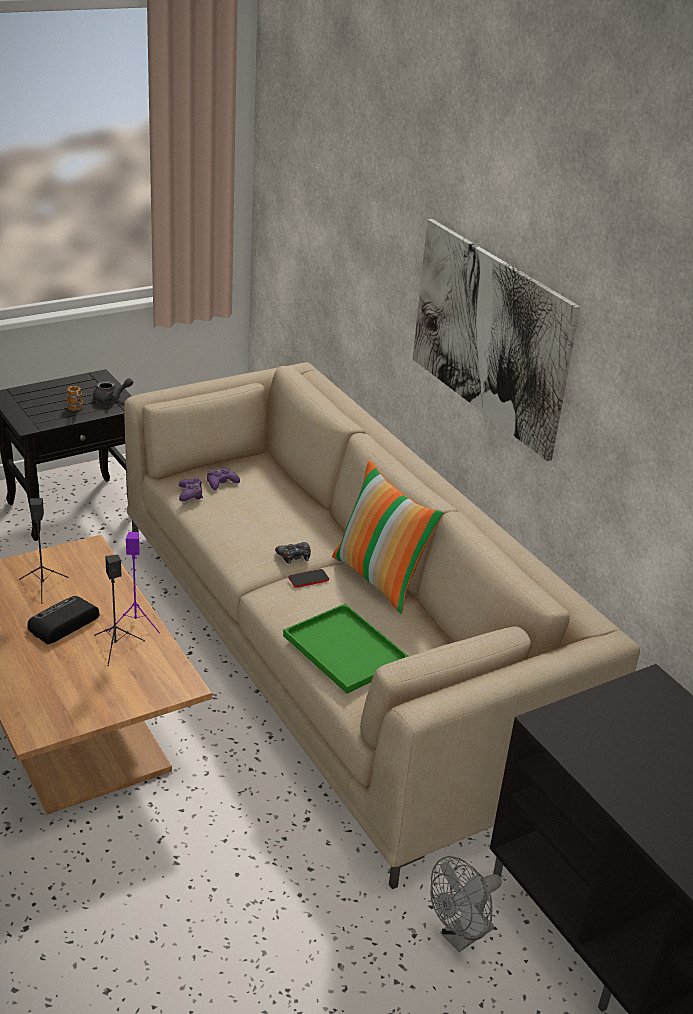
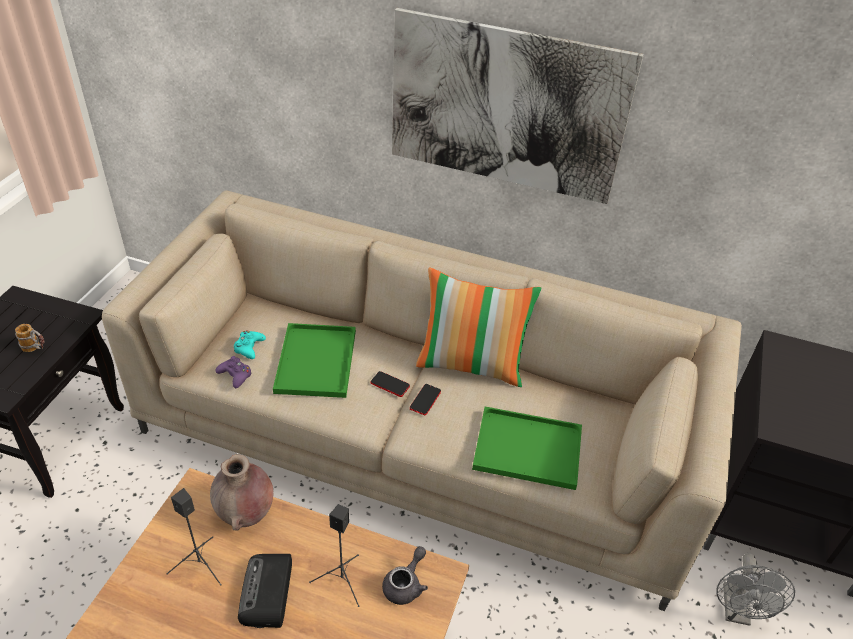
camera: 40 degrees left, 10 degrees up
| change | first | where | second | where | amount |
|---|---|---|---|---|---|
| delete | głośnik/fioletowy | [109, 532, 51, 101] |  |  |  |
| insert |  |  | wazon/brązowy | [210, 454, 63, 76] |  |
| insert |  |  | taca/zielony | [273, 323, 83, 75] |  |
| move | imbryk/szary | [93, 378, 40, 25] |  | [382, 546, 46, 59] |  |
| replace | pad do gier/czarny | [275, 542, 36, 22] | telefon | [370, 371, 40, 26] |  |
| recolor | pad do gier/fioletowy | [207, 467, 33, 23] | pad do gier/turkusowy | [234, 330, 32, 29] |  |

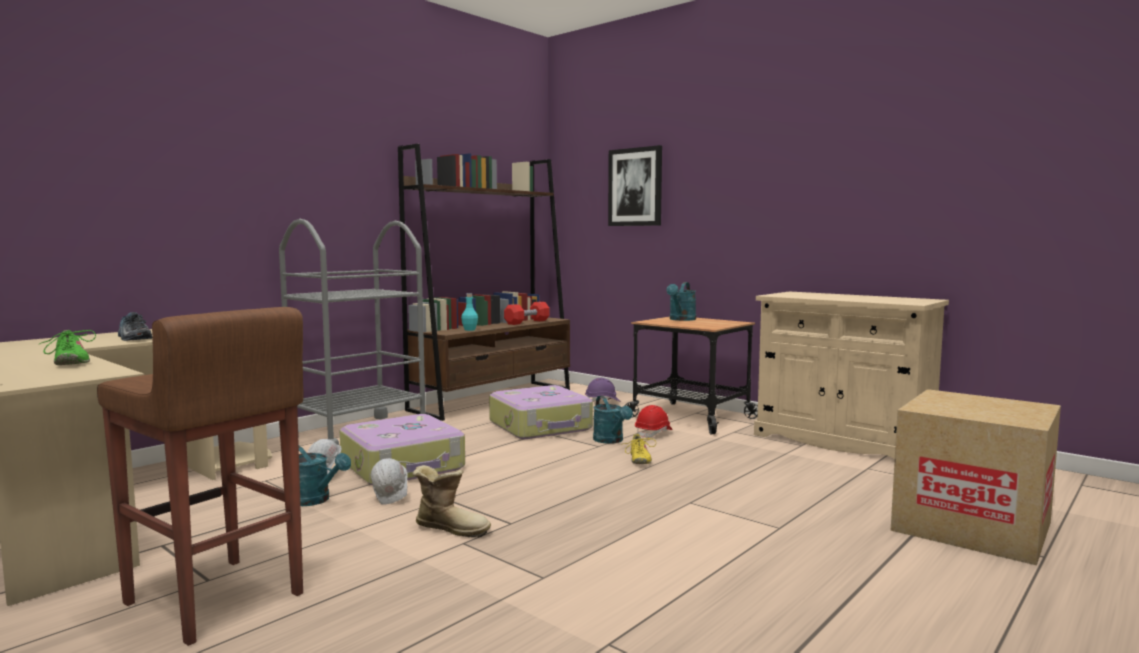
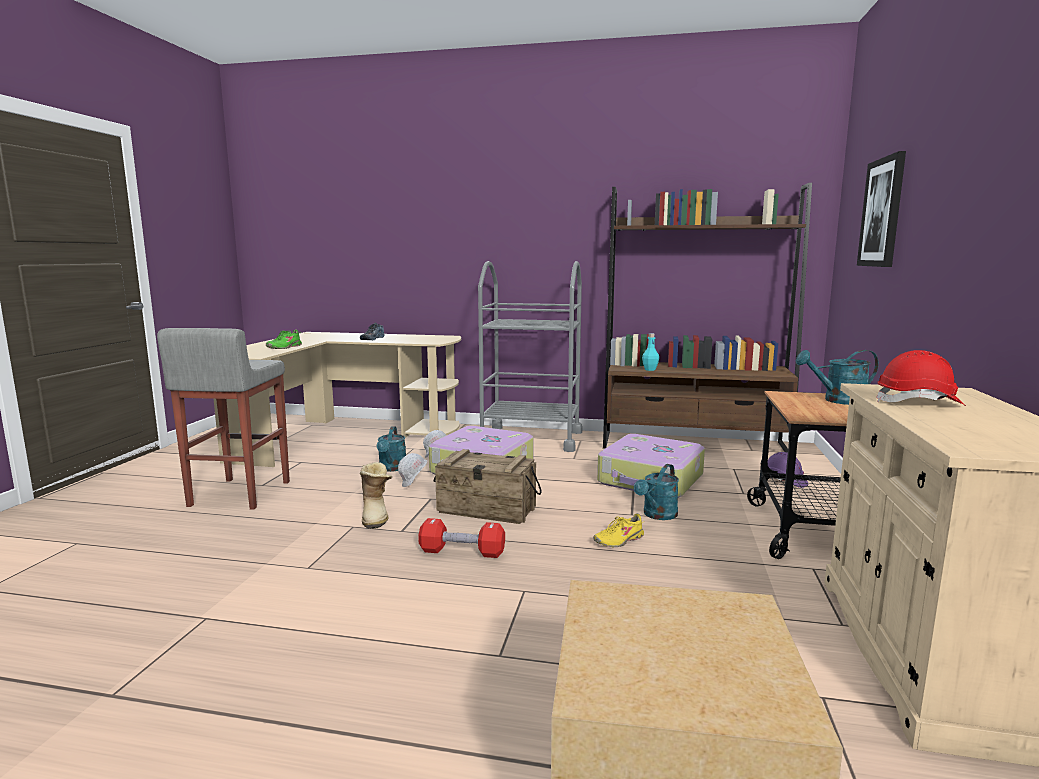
camera: 60 degrees right, 5 degrees up
| change | first | where | second | where | amount |
|---|---|---|---|---|---|
| insert |  |  | skrzynka | [434, 449, 108, 75] |  |
| move | hantel/czerwony | [504, 302, 46, 23] |  | [418, 518, 87, 40] |  |
| move | kask/czerwony | [635, 405, 37, 34] |  | [876, 350, 90, 56] |  |
| recolor | stołek/brązowy | [97, 307, 206, 339] | stołek/szary | [157, 328, 133, 182] |  |

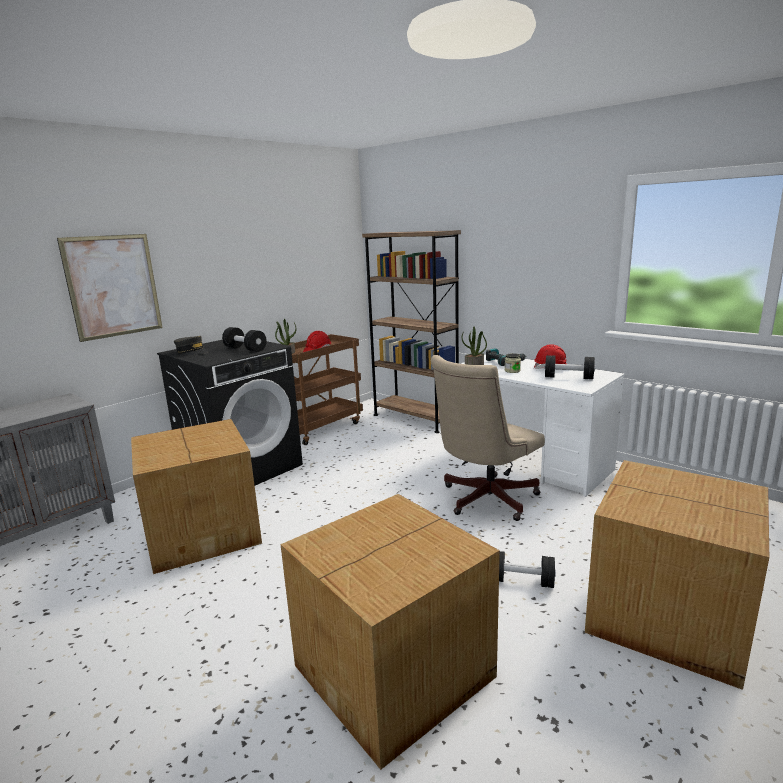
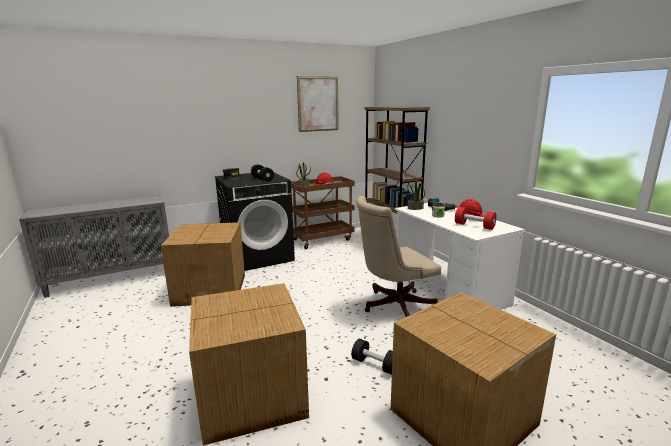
camera: 20 degrees right, 0 degrees up
| change | first | where | second | where | amount |
|---|---|---|---|---|---|
| move | obraz | [57, 234, 106, 108] |  | [297, 76, 42, 56] |  |
| recolor | hantel/czarny | [544, 355, 51, 24] | hantel/czerwony | [455, 207, 42, 23] |  |

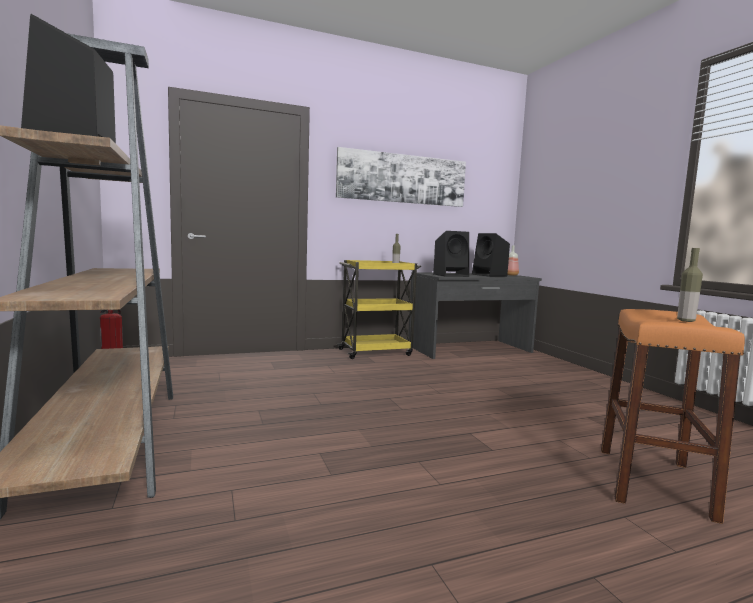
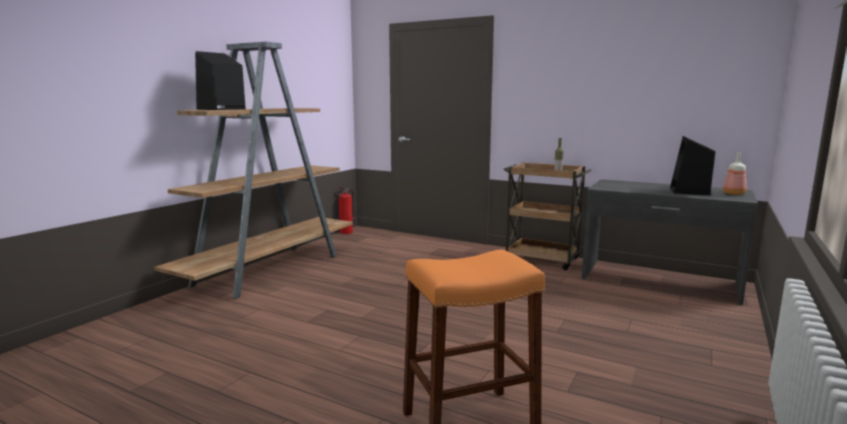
camera: 50 degrees right, 5 degrees up
| change | first | where | second | where | amount |
|---|---|---|---|---|---|
| delete | obraz | [336, 147, 130, 60] |  |  |  |
| delete | głośnik/czarny | [433, 231, 36, 46] |  |  |  |
| delete | butelka | [677, 248, 26, 74] |  |  |  |
| recolor | wózek/żółty | [336, 260, 85, 99] | wózek/brązowy | [504, 162, 87, 108] |  |

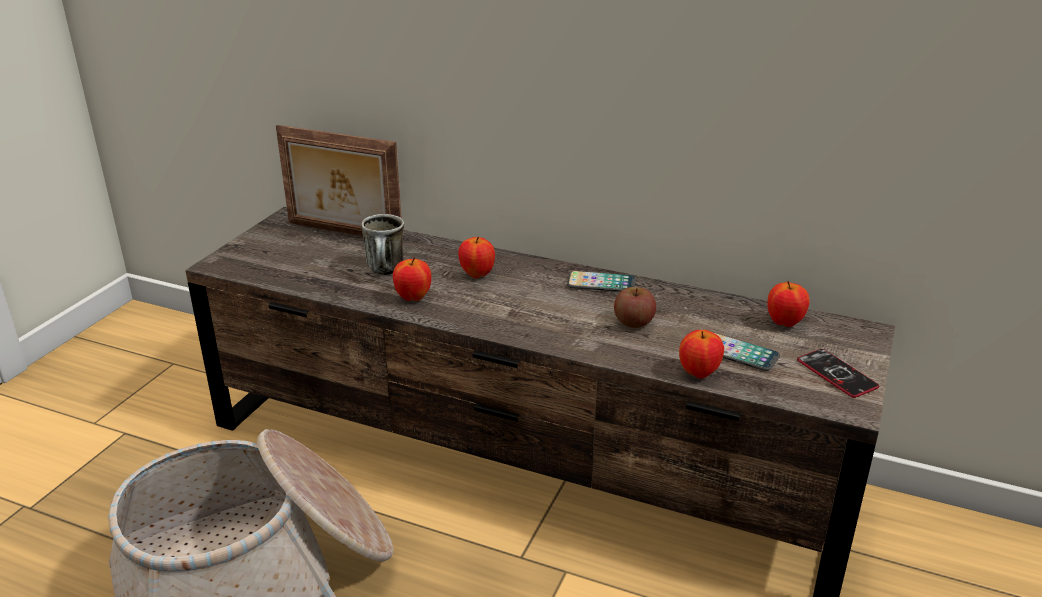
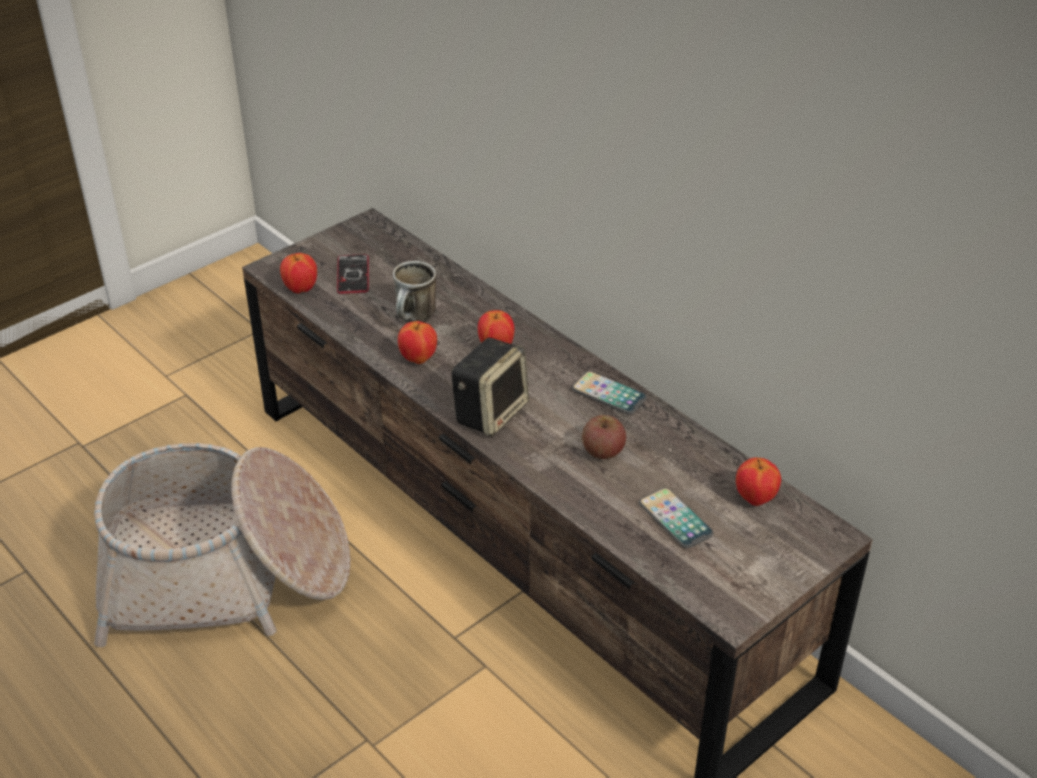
camera: 25 degrees right, 10 degrees up
| change | first | where | second | where | amount |
|---|---|---|---|---|---|
| delete | ramka na zdjęcie | [276, 125, 126, 111] |  |  |  |
| insert |  |  | głośnik | [451, 338, 78, 99] |  |
| move | jabłko | [679, 330, 45, 49] |  | [280, 253, 37, 40] |  |
| move | telefon | [797, 349, 82, 49] |  | [337, 254, 32, 40] |  |

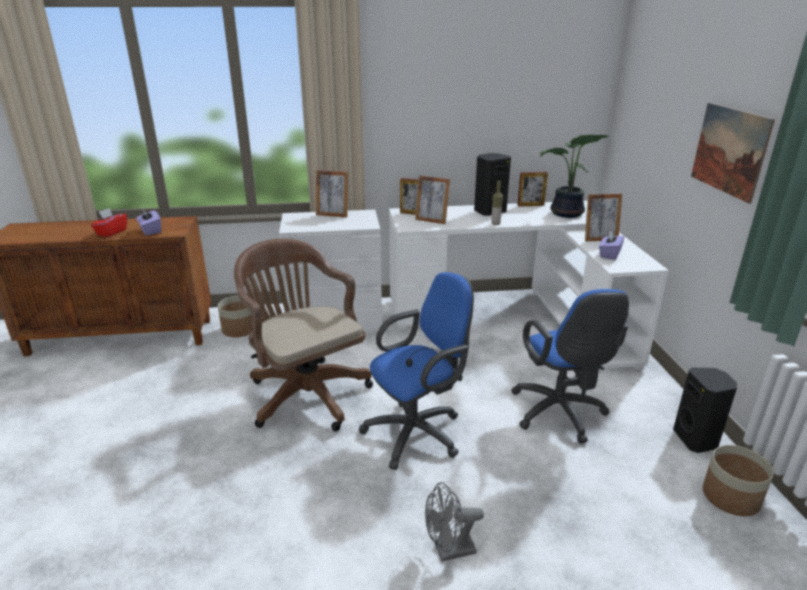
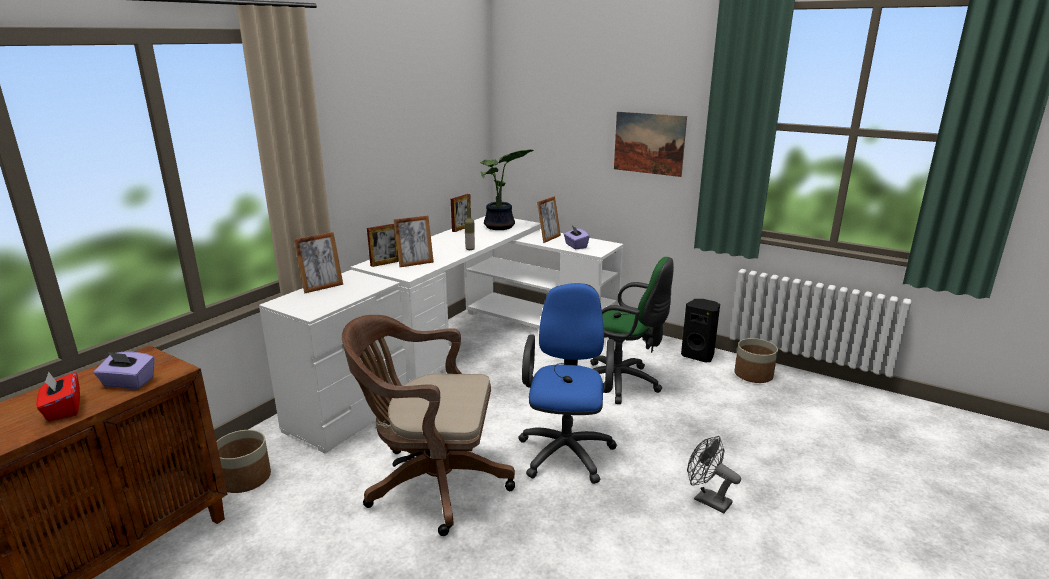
camera: 50 degrees left, 5 degrees down
| change | first | where | second | where | amount |
|---|---|---|---|---|---|
| delete | głośnik/czarny | [474, 153, 37, 63] |  |  |  |
| recolor | krzesło biurowe/niebieski | [511, 289, 118, 155] | krzesło biurowe/zielony | [590, 257, 84, 147] |  |
| rotate | wentylator/szary | [425, 482, 59, 80] |  | [687, 436, 54, 77] | 105 degrees clockwise |

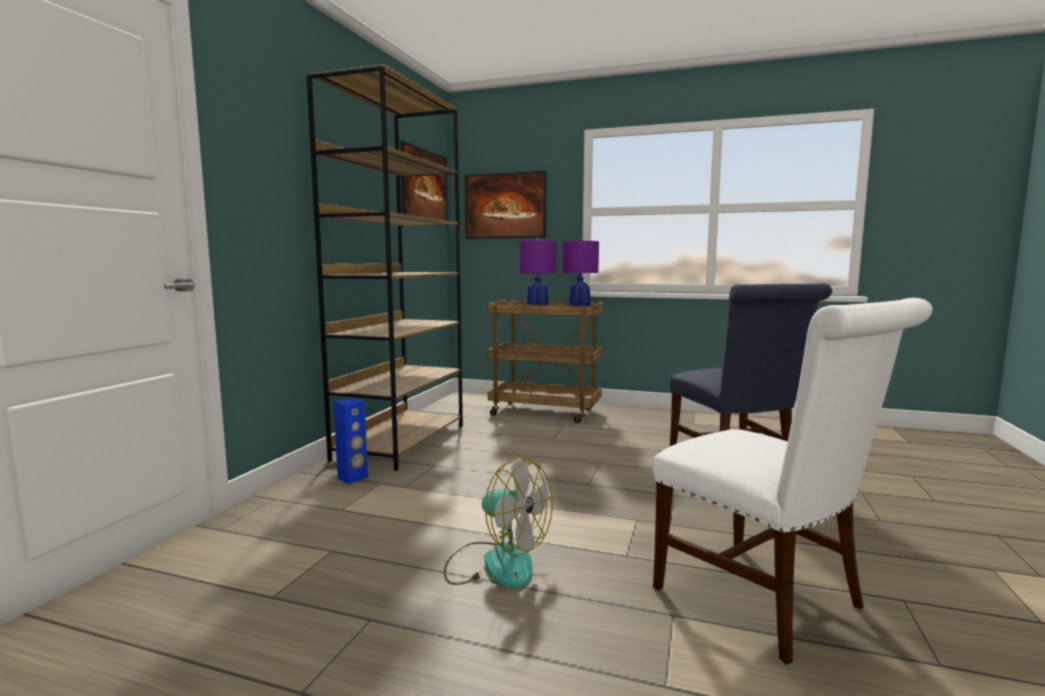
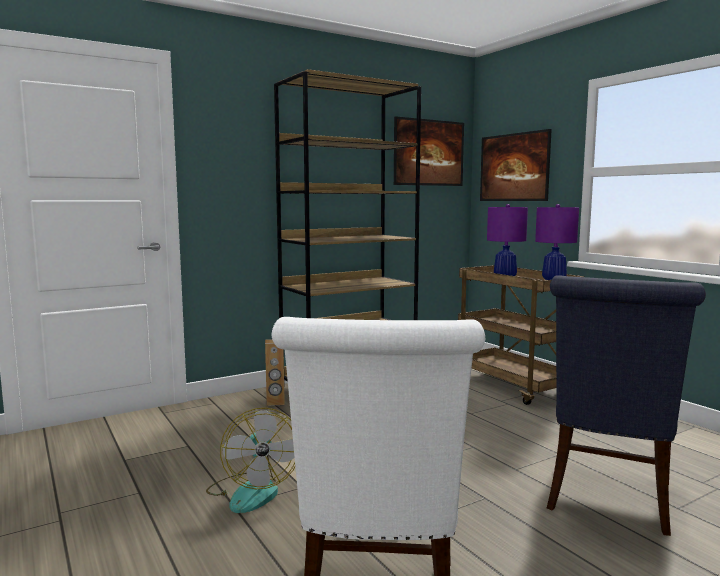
camera: 40 degrees right, 0 degrees up
| change | first | where | second | where | amount |
|---|---|---|---|---|---|
| recolor | głośnik/niebieski | [334, 398, 34, 86] | głośnik/brązowy | [265, 339, 20, 67] |  |

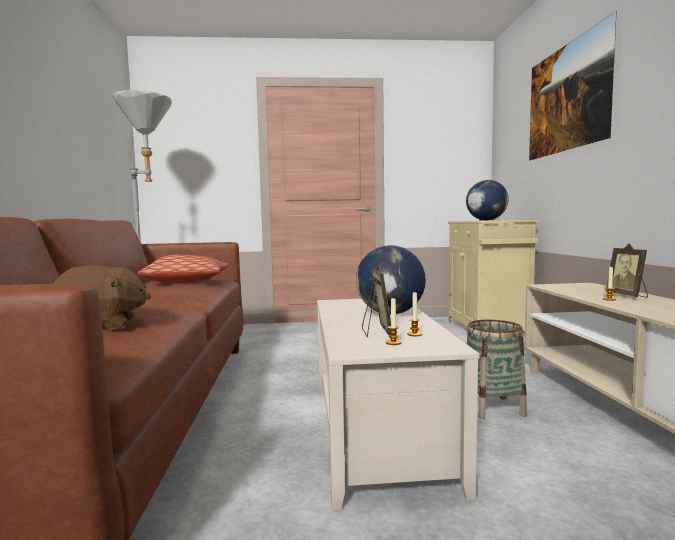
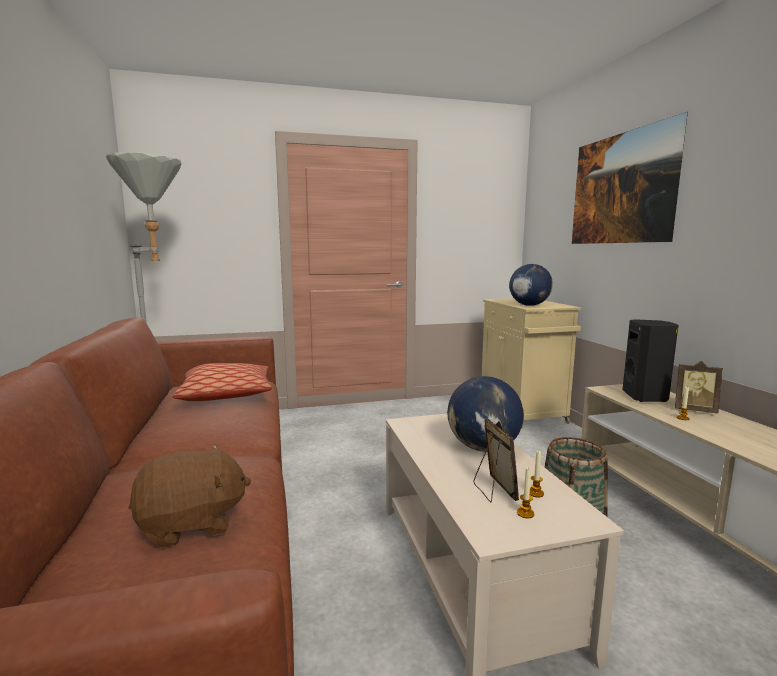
camera: 10 degrees left, 5 degrees up
| change | first | where | second | where | amount |
|---|---|---|---|---|---|
| insert |  |  | głośnik/czarny | [622, 319, 56, 83] |  |
| rotate | ramka na zdjęcie | [606, 243, 42, 54] |  | [675, 361, 48, 53] | 45 degrees counterclockwise |

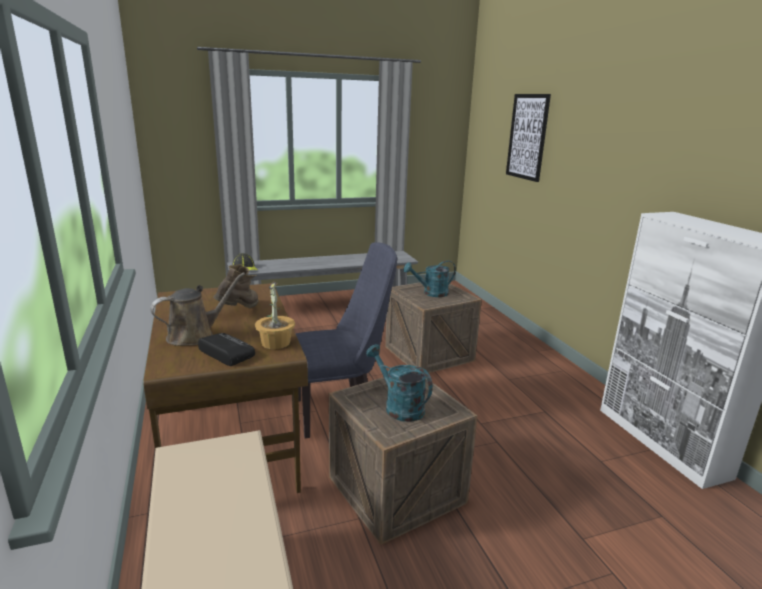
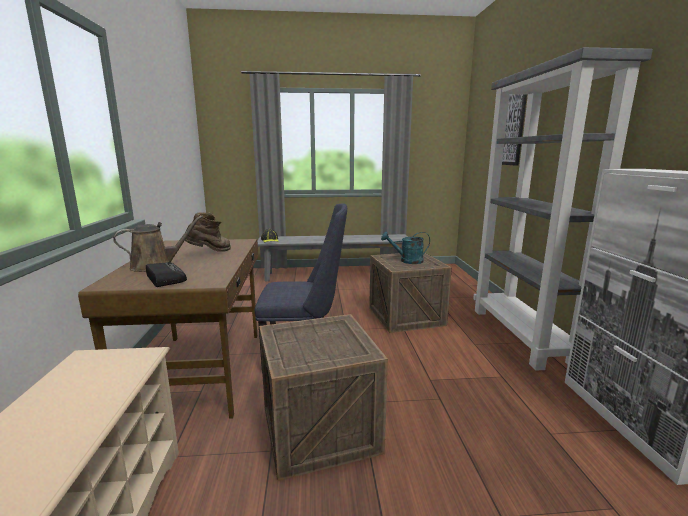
camera: 15 degrees right, 5 degrees down
| change | first | where | second | where | amount |
|---|---|---|---|---|---|
| delete | roślina doniczkowa | [255, 281, 40, 68] |  |  |  |
| delete | konewka/turkusowy | [366, 344, 67, 78] |  |  |  |
| insert |  |  | regał/szary | [473, 47, 180, 324] |  |

